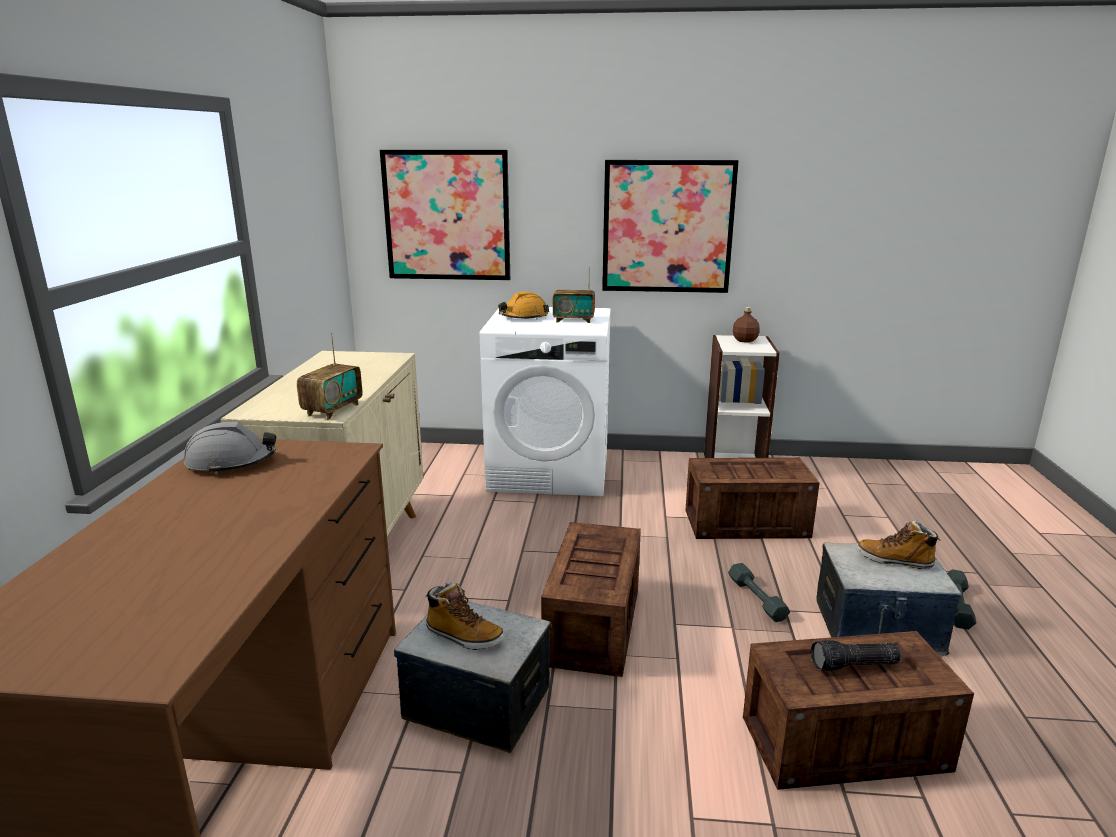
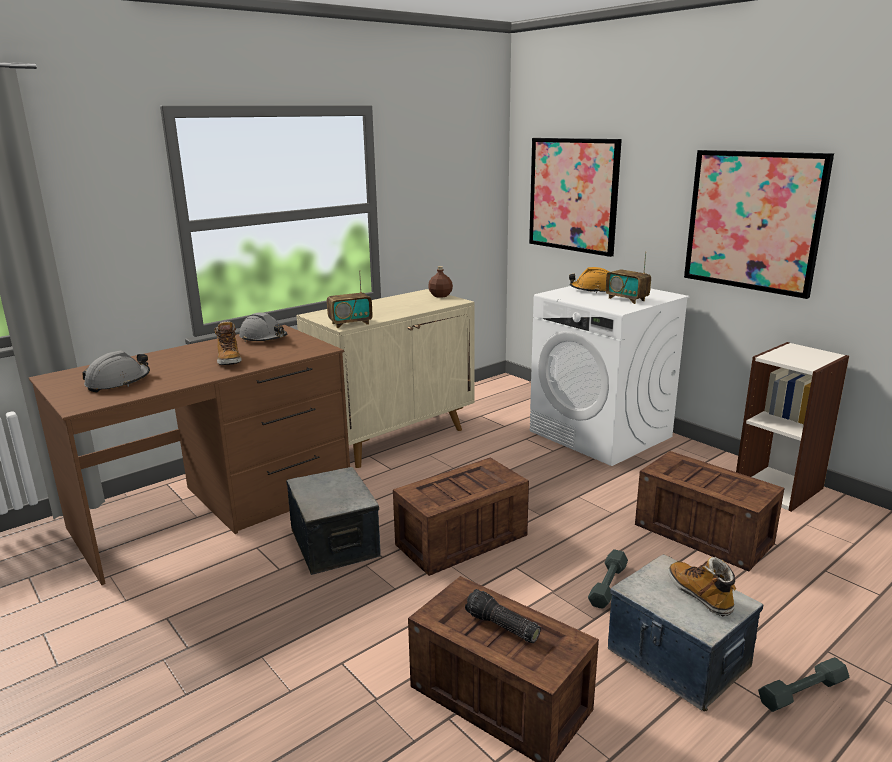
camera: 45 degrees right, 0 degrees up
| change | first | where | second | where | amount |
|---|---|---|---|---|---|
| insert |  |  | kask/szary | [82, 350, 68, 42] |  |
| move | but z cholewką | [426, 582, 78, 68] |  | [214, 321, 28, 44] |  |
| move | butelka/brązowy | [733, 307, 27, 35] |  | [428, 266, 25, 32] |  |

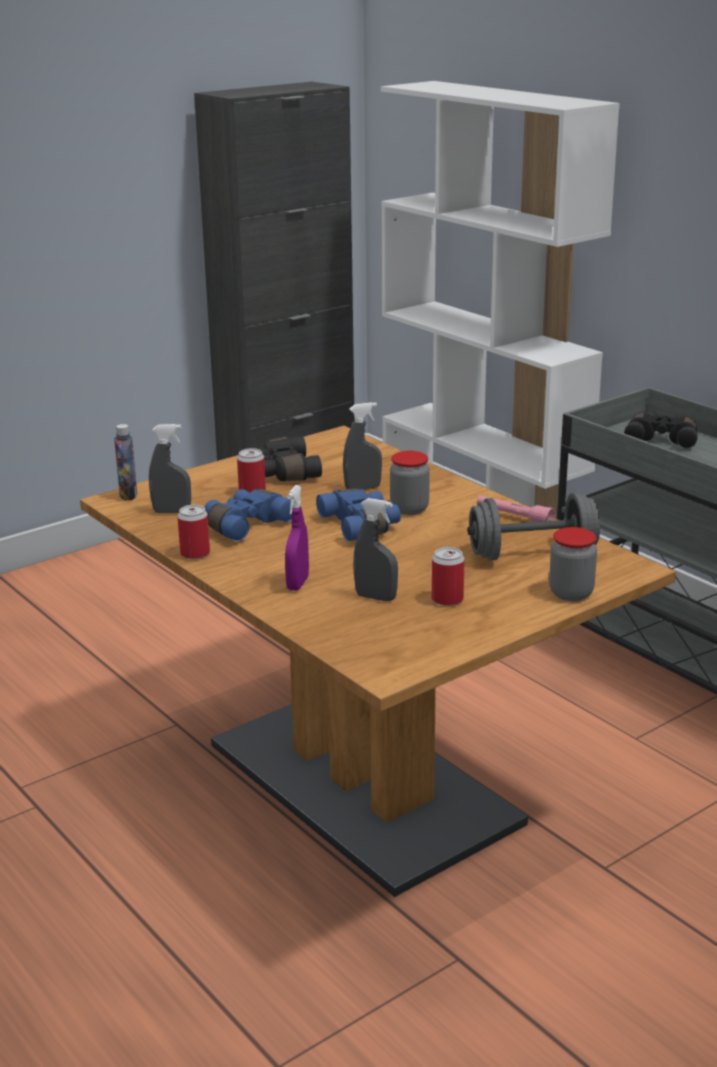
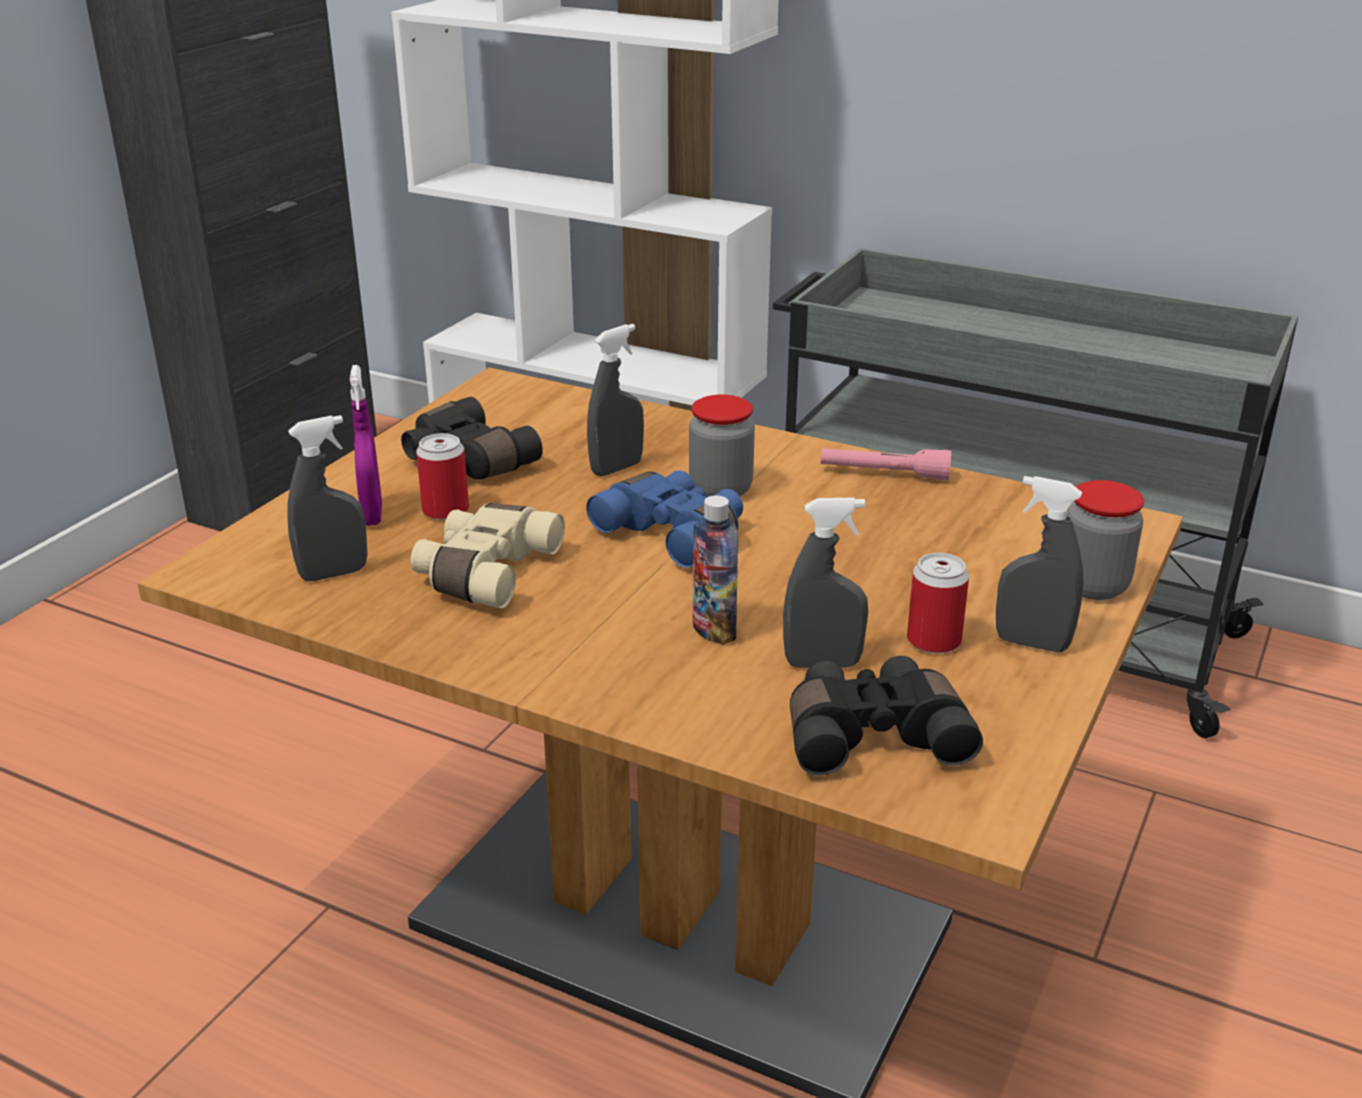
camera: 25 degrees left, 5 degrees up
| change | first | where | second | where | amount |
|---|---|---|---|---|---|
| delete | puszka | [177, 505, 33, 54] |  |  |  |
| delete | hantel/szary | [468, 492, 132, 69] |  |  |  |
| insert |  |  | spryskiwacz/szary | [996, 476, 88, 176] |  |
| move | butelka | [114, 424, 23, 77] |  | [693, 495, 45, 150] |  |
| move | spryskiwacz/fioletowy | [285, 485, 24, 106] |  | [350, 365, 32, 161] |  |
| move | lornetka/czarny | [624, 411, 74, 37] |  | [790, 656, 193, 119] |  |
| recolor | lornetka/niebieski | [204, 489, 88, 52] | lornetka/beżowy | [410, 503, 155, 105] |  |

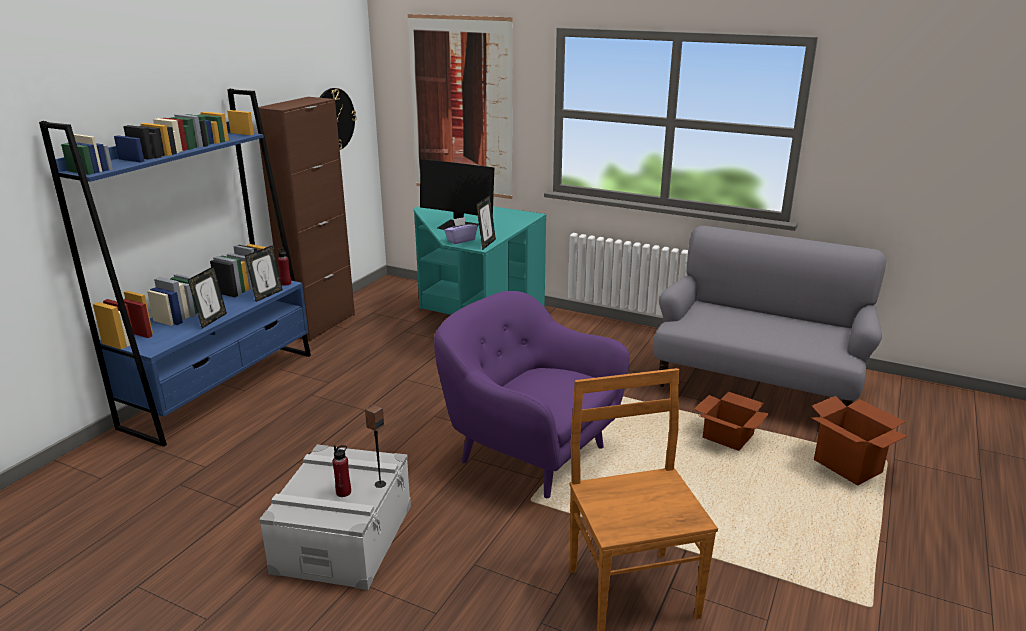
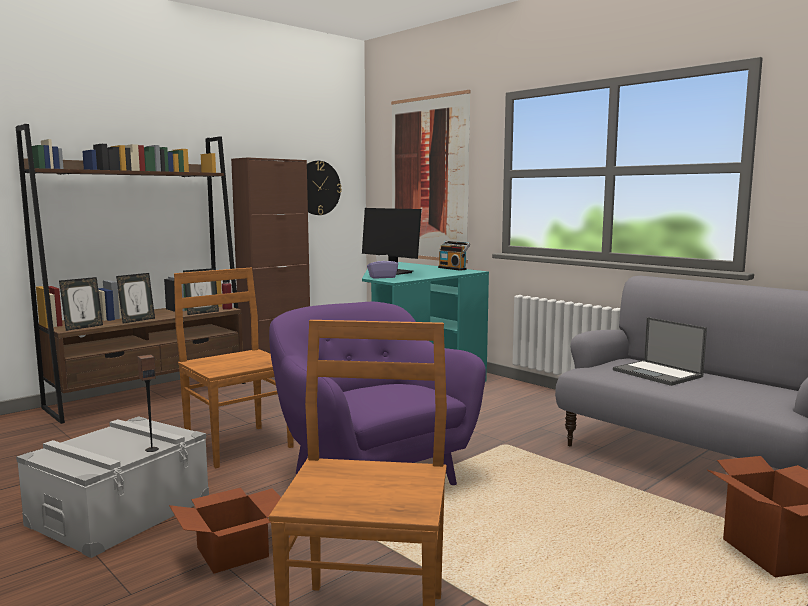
camera: 20 degrees right, 15 degrees down
| change | first | where | second | where | amount |
|---|---|---|---|---|---|
| delete | butelka/czerwony | [332, 445, 19, 52] |  |  |  |
| insert |  |  | krzesło/brązowy | [174, 268, 120, 200] |  |
| insert |  |  | radio | [438, 241, 32, 30] |  |
| insert |  |  | laptop | [613, 317, 94, 69] |  |
| move | ramka na zdjęcie | [476, 195, 20, 55] |  | [59, 277, 44, 54] |  |
| move | karton | [694, 392, 76, 59] |  | [169, 488, 112, 86] |  |
| recolor | regał/niebieski | [39, 89, 272, 358] | regał/brązowy | [16, 124, 230, 300] |  |

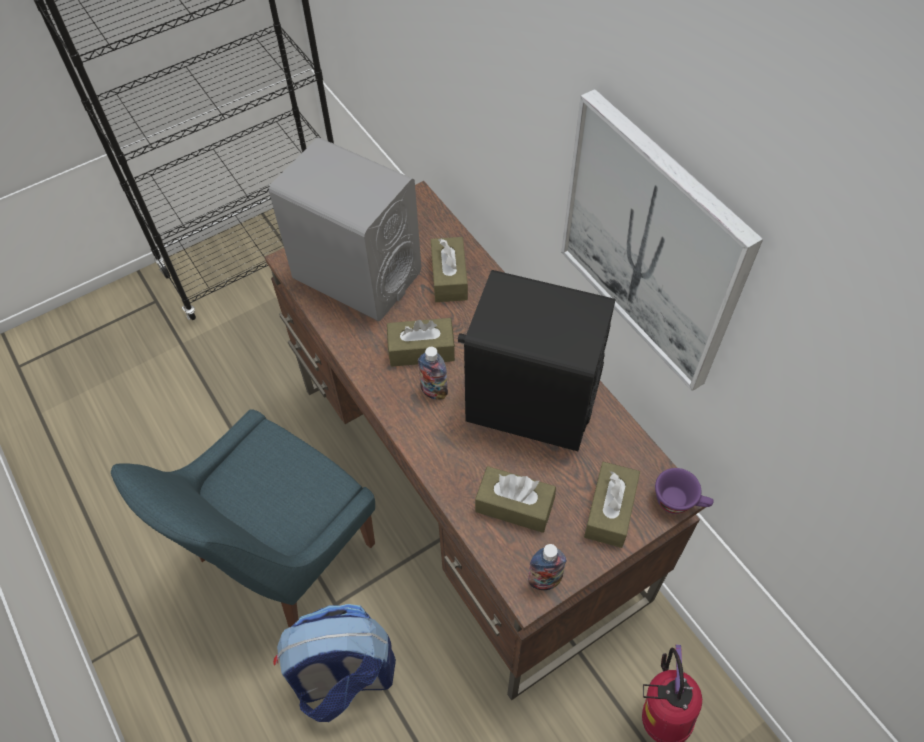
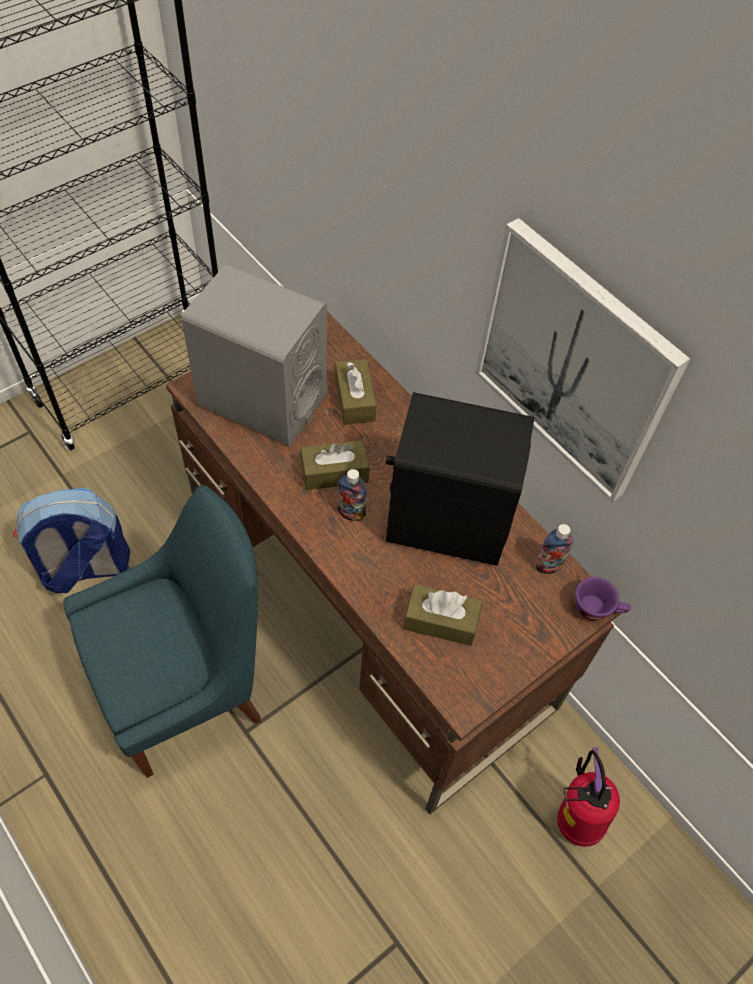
camera: 10 degrees left, 0 degrees up
| change | first | where | second | where | amount |
|---|---|---|---|---|---|
| delete | pudełko chusteczek/brązowy | [584, 462, 56, 86] |  |  |  |
| move | plecak | [273, 604, 123, 118] |  | [13, 488, 117, 105] |  |
| move | butelka | [528, 544, 39, 46] |  | [535, 524, 39, 50] |  |
| rotate | krzesło/niebieski | [111, 409, 264, 218] |  | [63, 485, 198, 293] | 150 degrees counterclockwise |

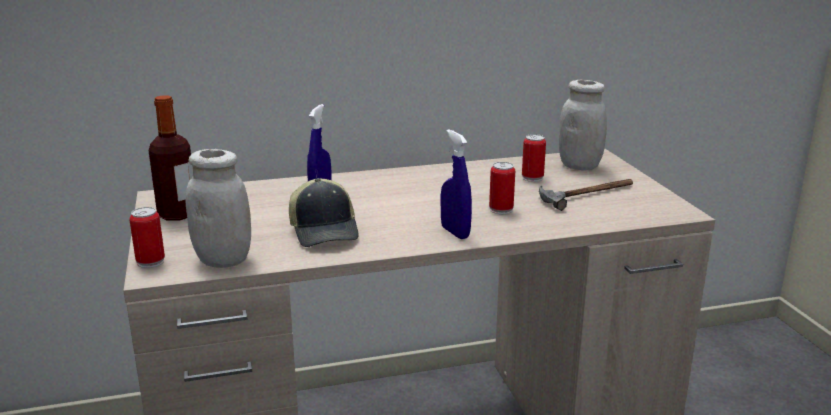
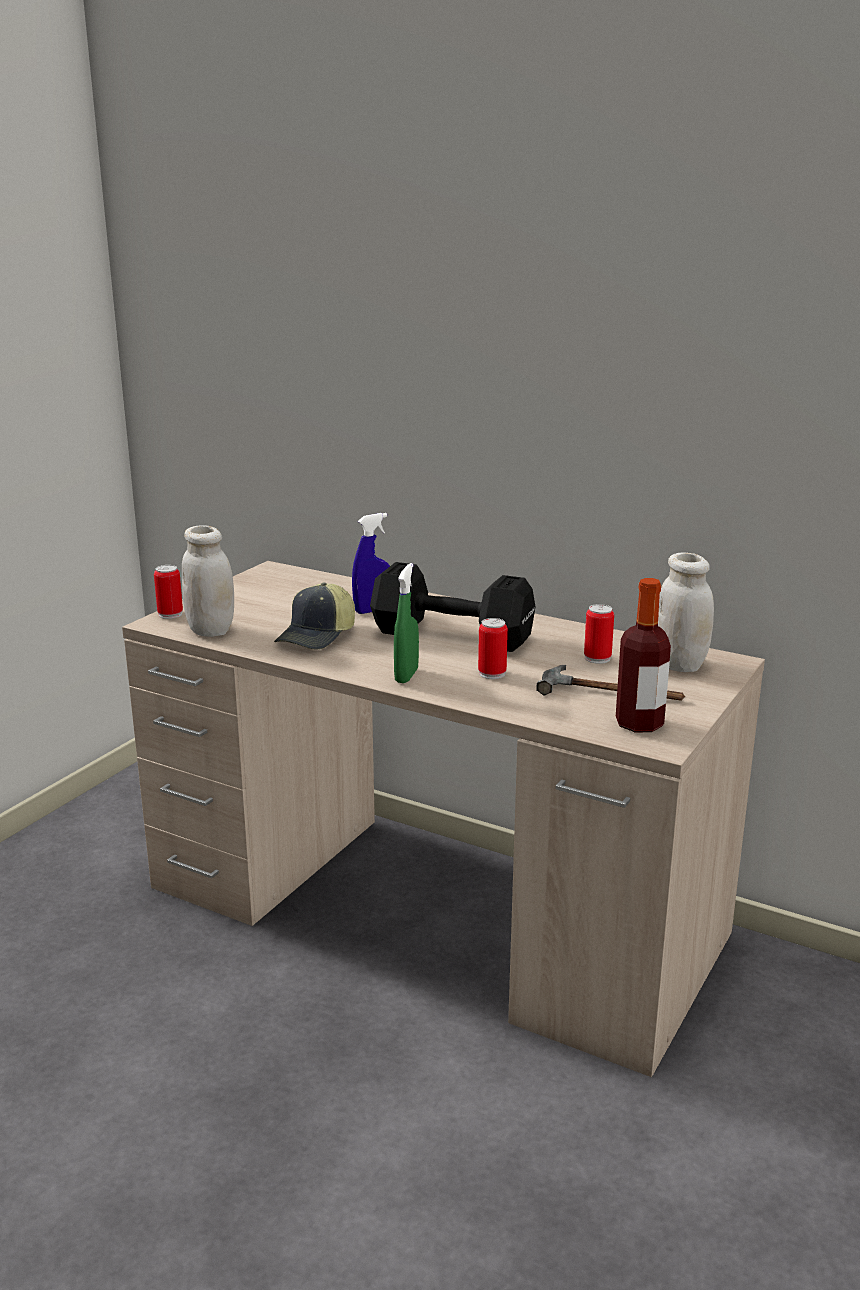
camera: 45 degrees right, 0 degrees up
| change | first | where | second | where | amount |
|---|---|---|---|---|---|
| insert |  |  | hantel/czarny | [370, 562, 165, 90] |  |
| move | butelka | [149, 95, 44, 126] |  | [616, 578, 55, 154] |  |
| recolor | spryskiwacz/niebieski | [441, 129, 31, 110] | spryskiwacz/zielony | [394, 563, 25, 120] |  |

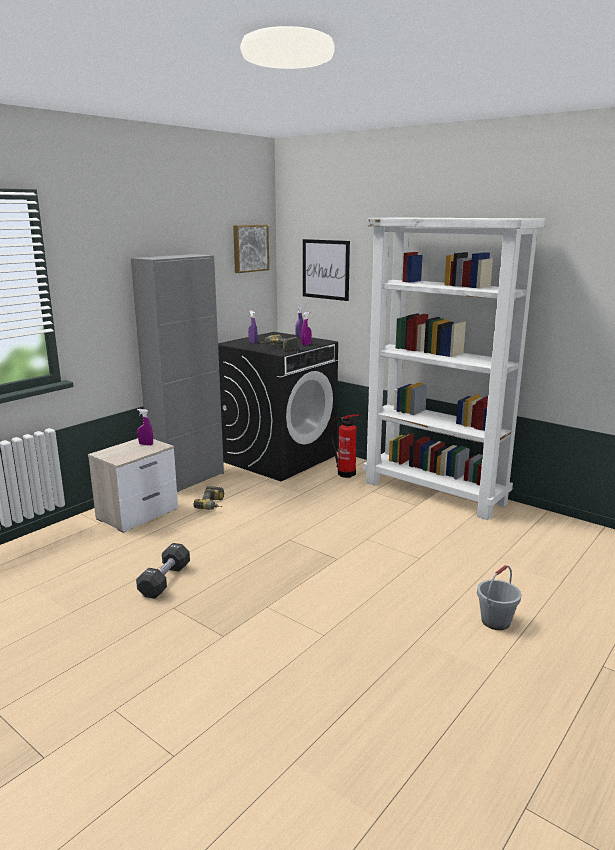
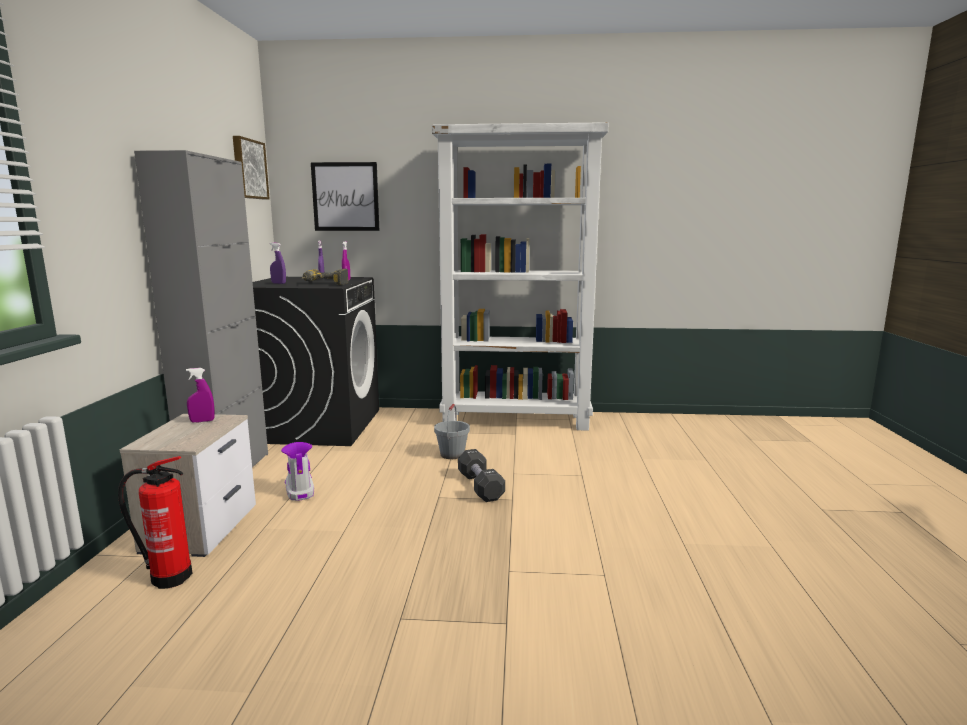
camera: 35 degrees left, 5 degrees down
| change | first | where | second | where | amount |
|---|---|---|---|---|---|
| move | hantel/czarny | [136, 543, 54, 56] |  | [458, 449, 47, 53] |  |
| move | gaśnica | [330, 414, 29, 64] |  | [118, 456, 75, 133] |  |
| move | wiadro/szary | [477, 565, 44, 65] |  | [434, 404, 36, 55] |  |
| replace | wiertarka | [193, 486, 31, 24] | but z cholewką | [281, 442, 33, 59] |  |

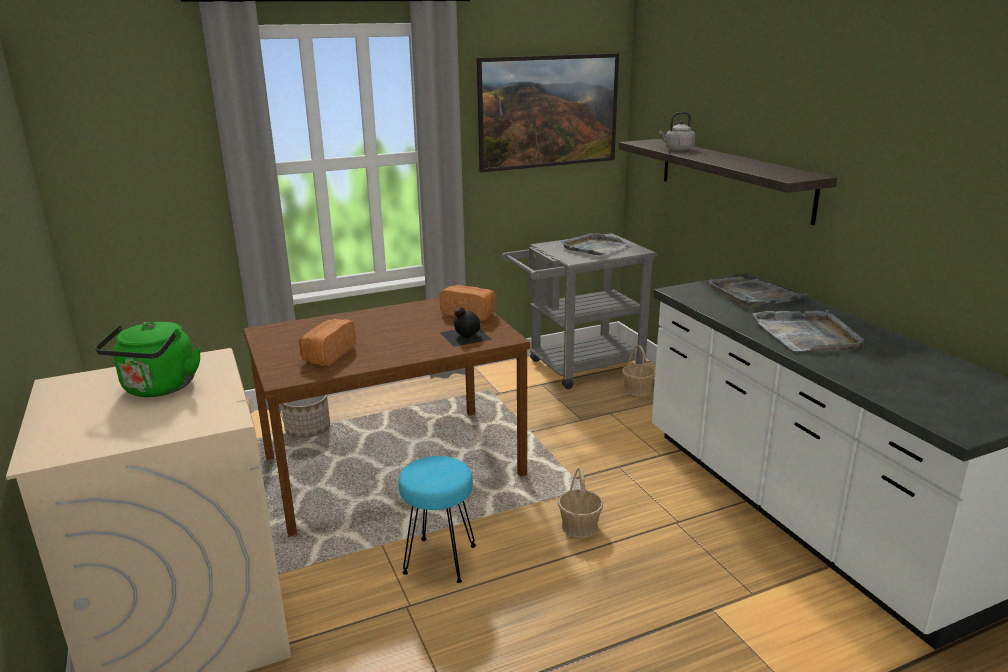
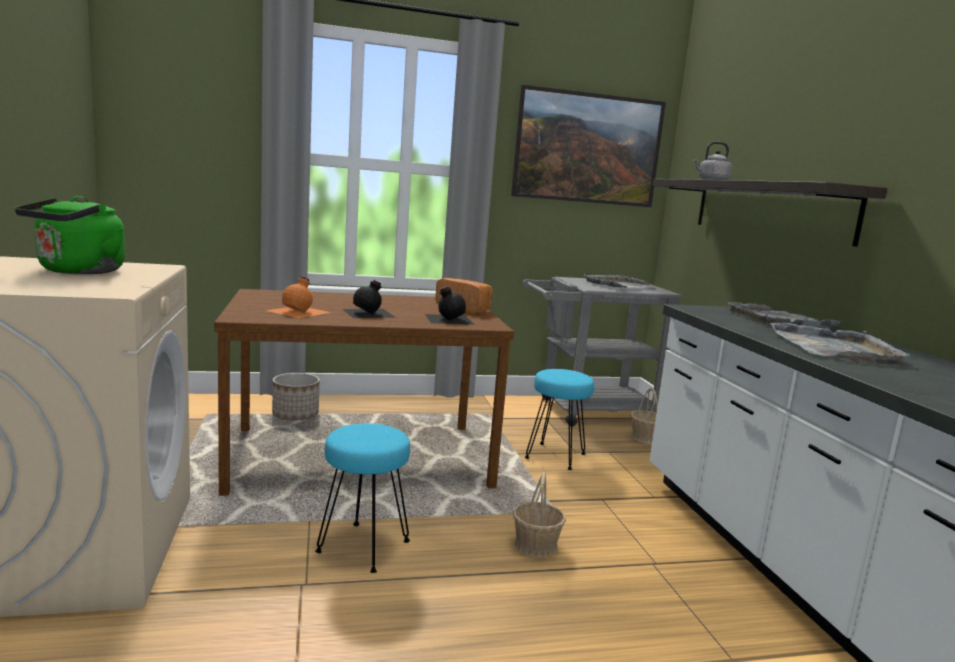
camera: 10 degrees right, 10 degrees down
| change | first | where | second | where | amount |
|---|---|---|---|---|---|
| insert |  |  | butelka/czarny | [342, 280, 54, 38] |  |
| insert |  |  | stołek/turkusowy | [525, 369, 69, 101] |  |
| replace | chleb | [299, 319, 57, 47] | butelka/pomarańczowy | [266, 277, 65, 41] |  |

